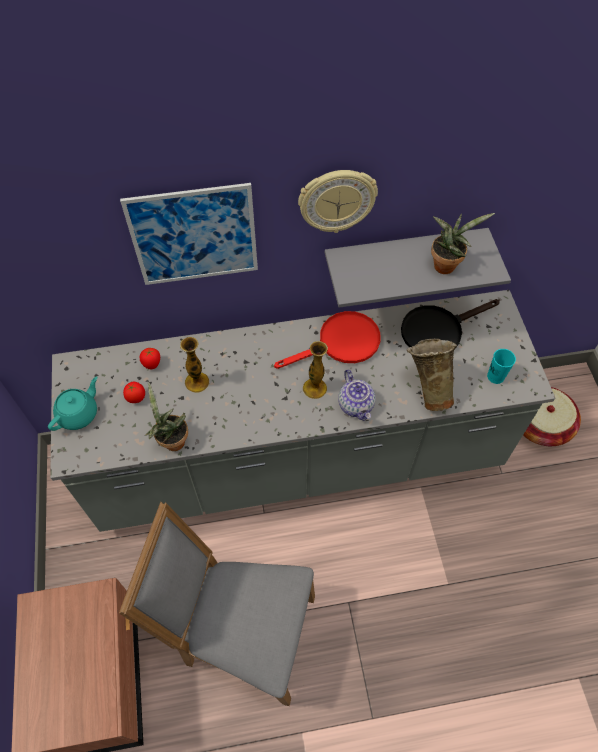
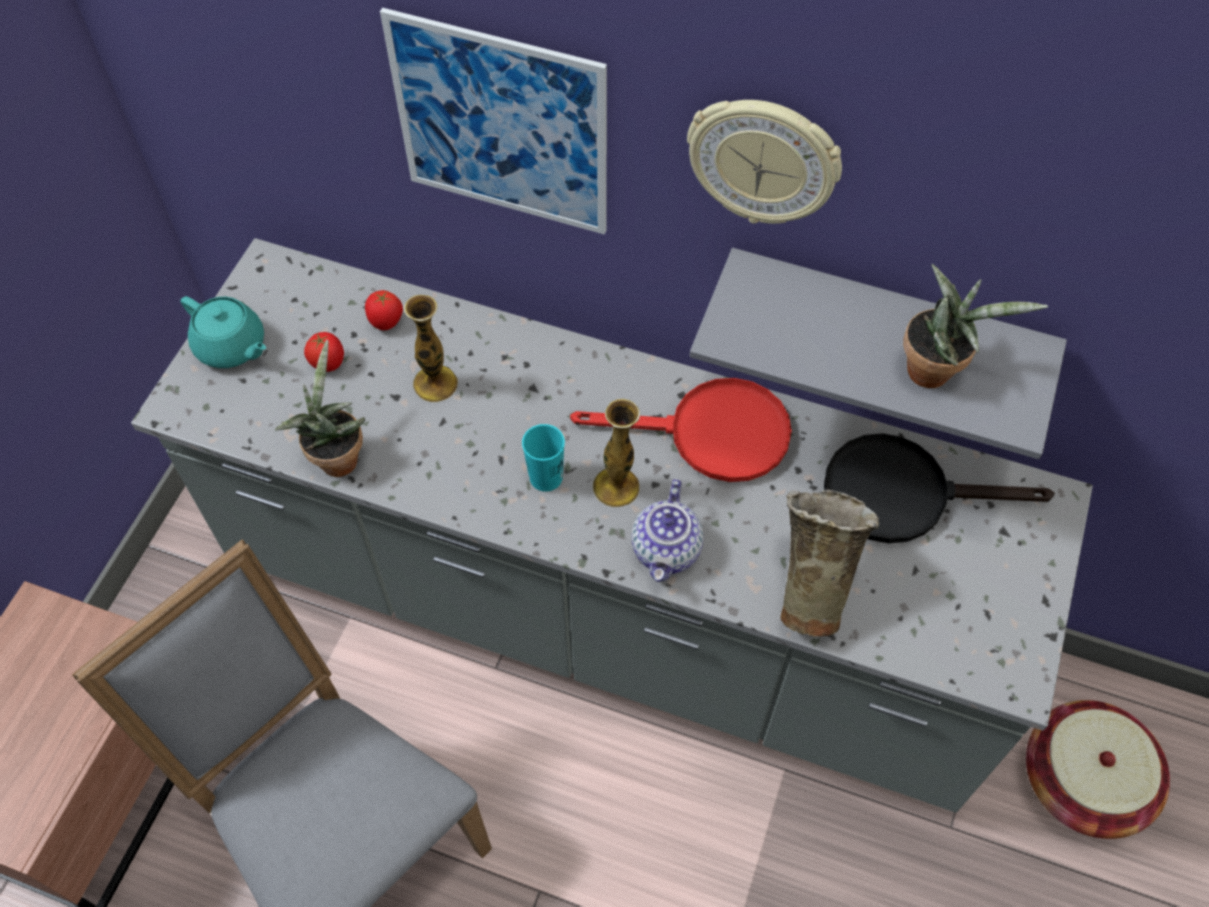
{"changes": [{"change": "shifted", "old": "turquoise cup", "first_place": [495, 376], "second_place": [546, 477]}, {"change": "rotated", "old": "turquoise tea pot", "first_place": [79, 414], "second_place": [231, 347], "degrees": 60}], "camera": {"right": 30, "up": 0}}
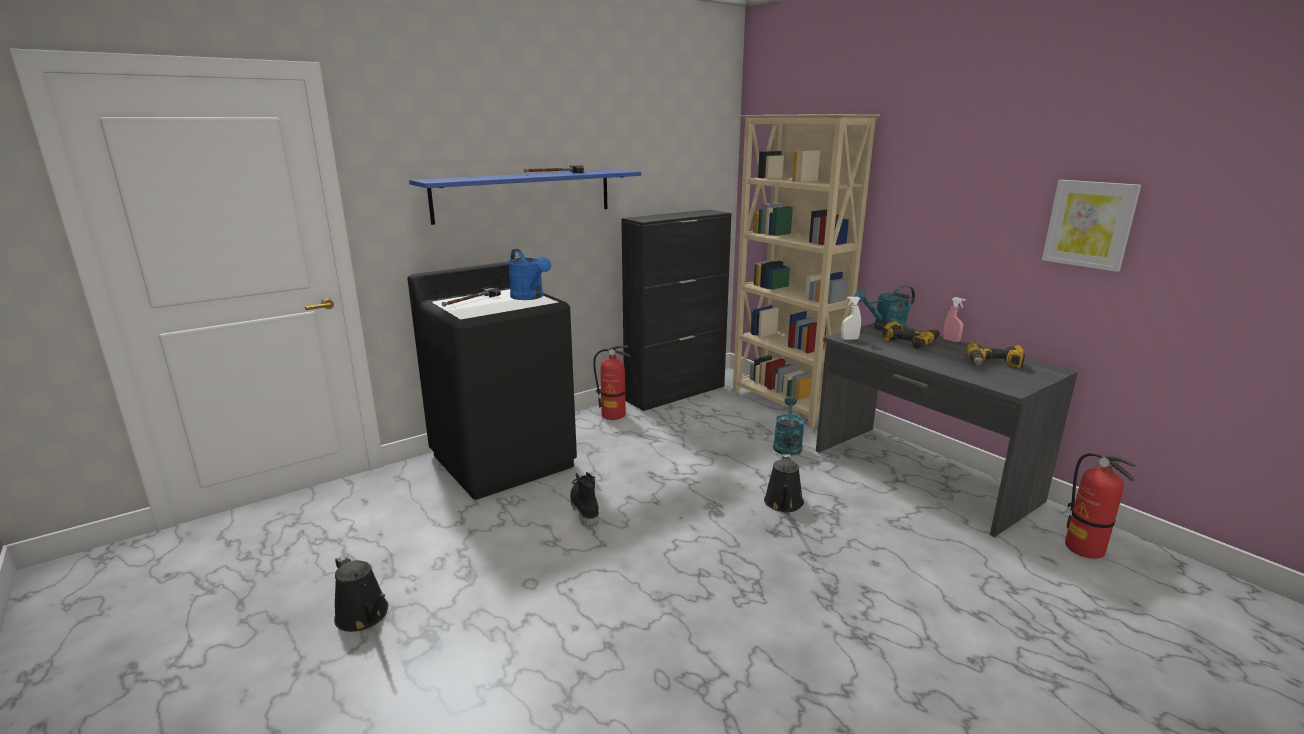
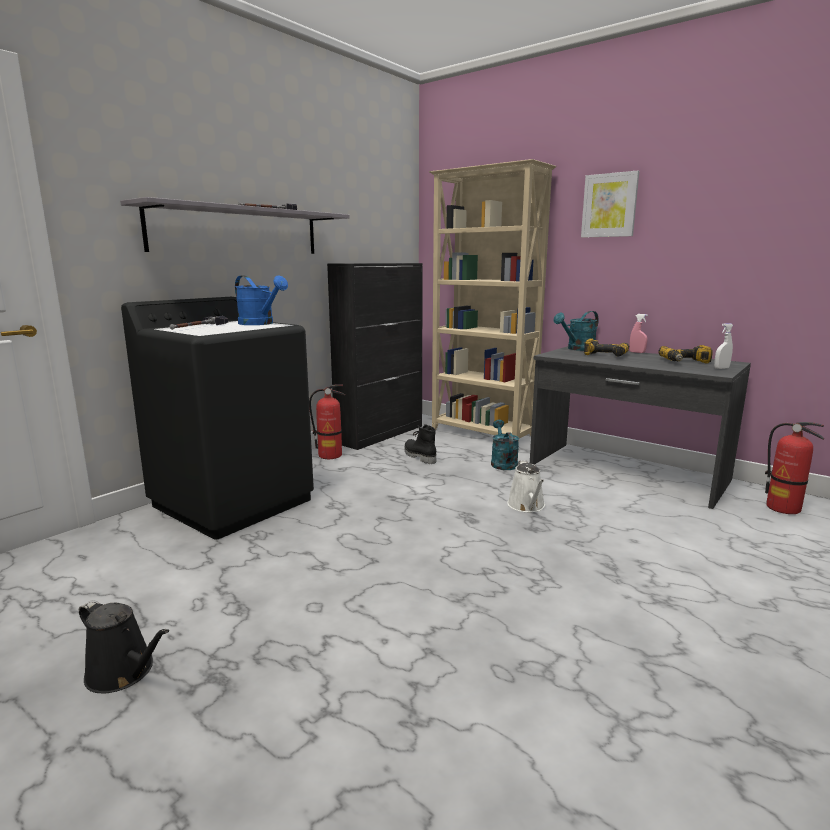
{"changes": [{"change": "repainted", "old": "blue-coloured bracket shelf", "new": "grey bracket shelf", "first_place": [524, 195], "second_place": [238, 231]}, {"change": "shifted", "old": "picture", "first_place": [1089, 224], "second_place": [609, 205]}, {"change": "shifted", "old": "white spray bottle", "first_place": [849, 339], "second_place": [721, 368]}, {"change": "repainted", "old": "black sprinkling can", "new": "white sprinkling can", "first_place": [783, 504], "second_place": [527, 506]}, {"change": "shifted", "old": "black tall boot", "first_place": [584, 509], "second_place": [419, 456]}], "camera": {"right": -15, "up": -5}}
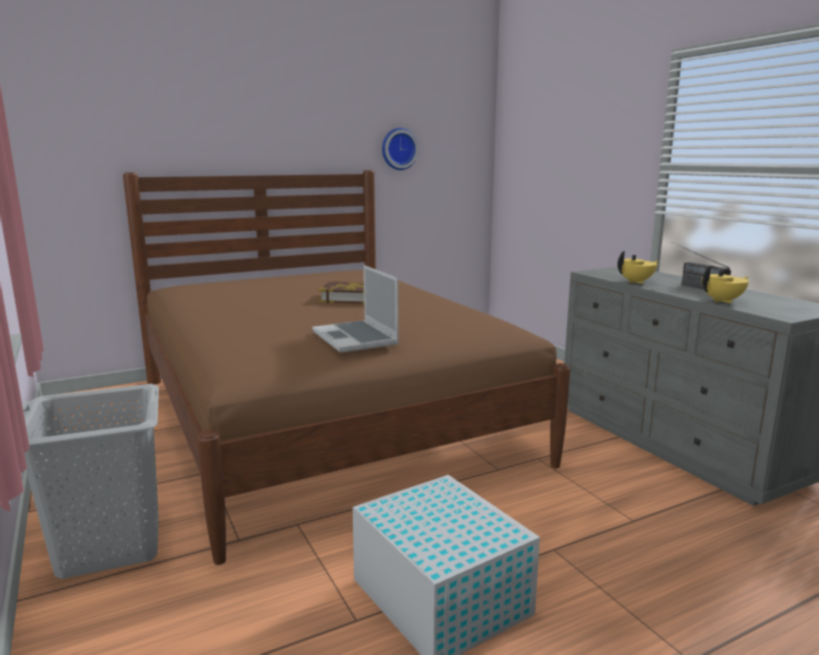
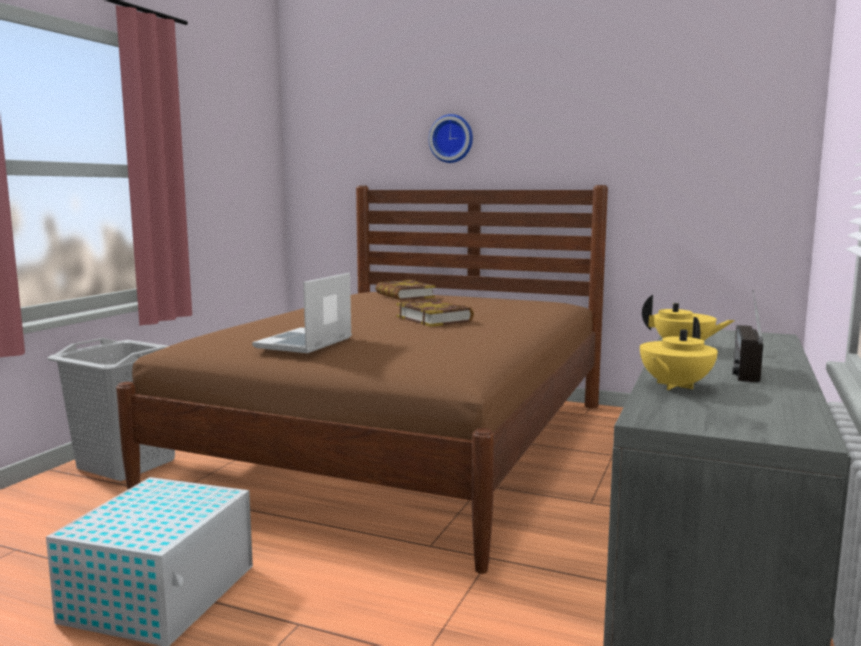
{"changes": [{"change": "shifted", "old": "clock on the wall", "first_place": [398, 149], "second_place": [452, 139]}, {"change": "rotated", "old": "yellowish tea pot", "first_place": [722, 301], "second_place": [674, 386], "degrees": 105}, {"change": "new", "new": "volume", "second_place": [404, 295]}], "camera": {"right": 50, "up": -5}}
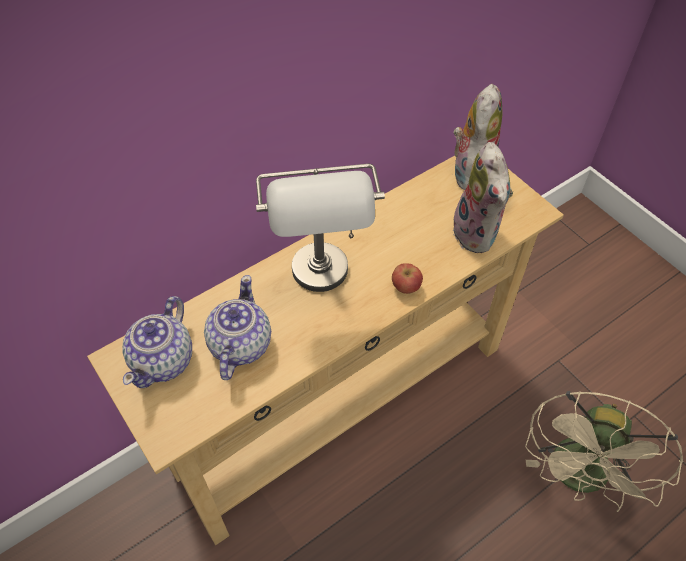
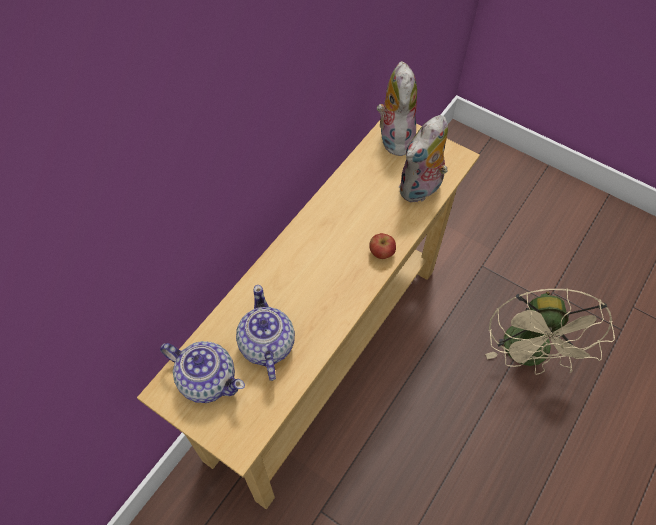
{"changes": [{"change": "rotated", "old": "soft toy", "first_place": [478, 234], "second_place": [421, 190], "degrees": 75}, {"change": "gone", "old": "grey table lamp", "first_place": [324, 285]}, {"change": "rotated", "old": "tea pot", "first_place": [164, 360], "second_place": [207, 379], "degrees": -60}], "camera": {"right": -20, "up": 5}}
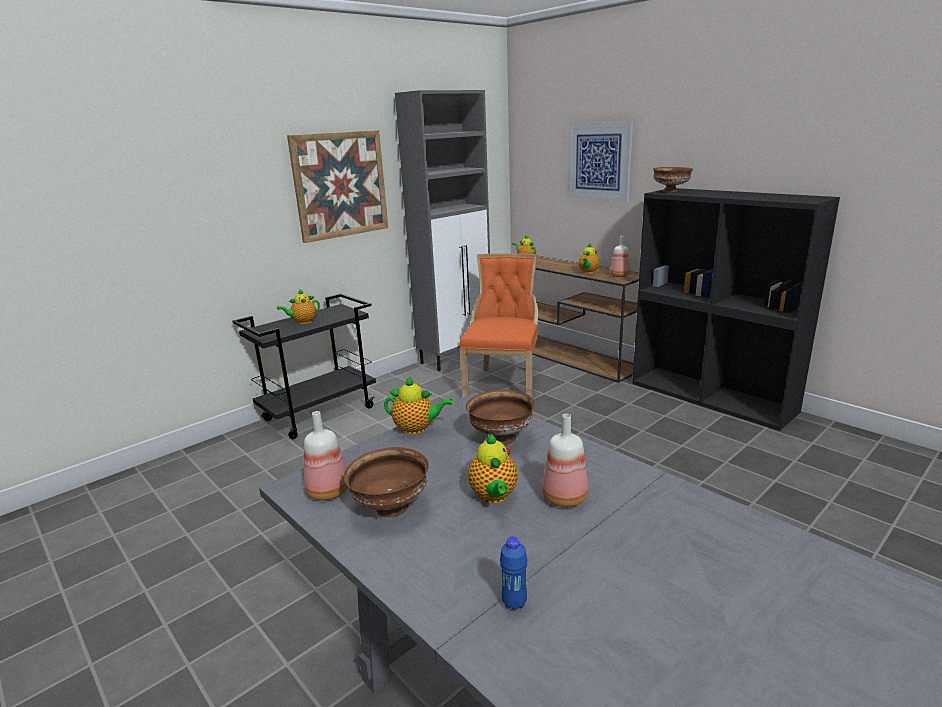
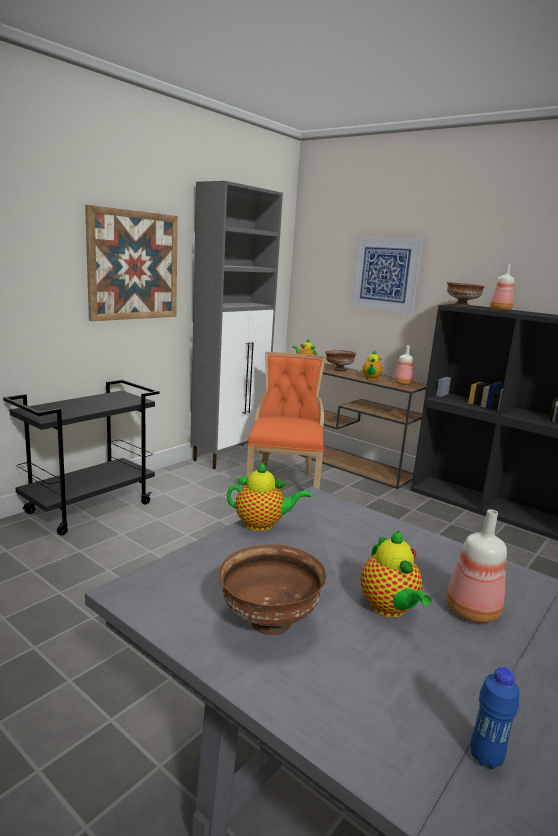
{"changes": [{"change": "gone", "old": "tea pot", "first_place": [303, 322]}, {"change": "shifted", "old": "brown deep dish", "first_place": [500, 438], "second_place": [339, 370]}, {"change": "shifted", "old": "bottle", "first_place": [327, 491], "second_place": [499, 310]}], "camera": {"right": -10, "up": -5}}
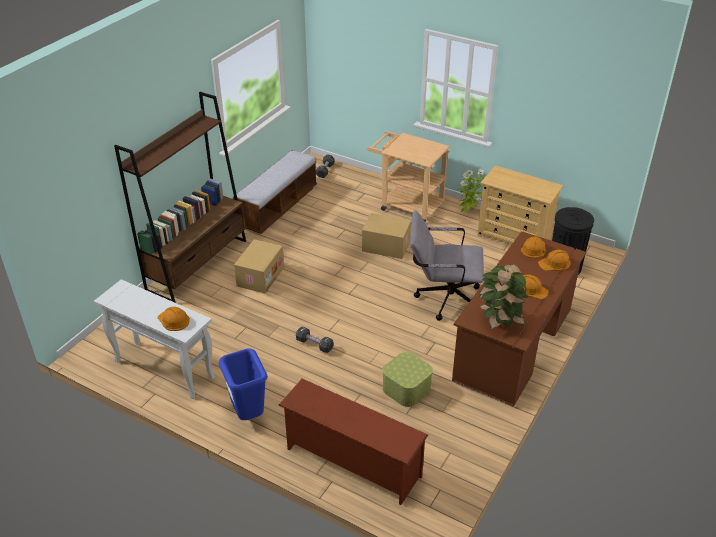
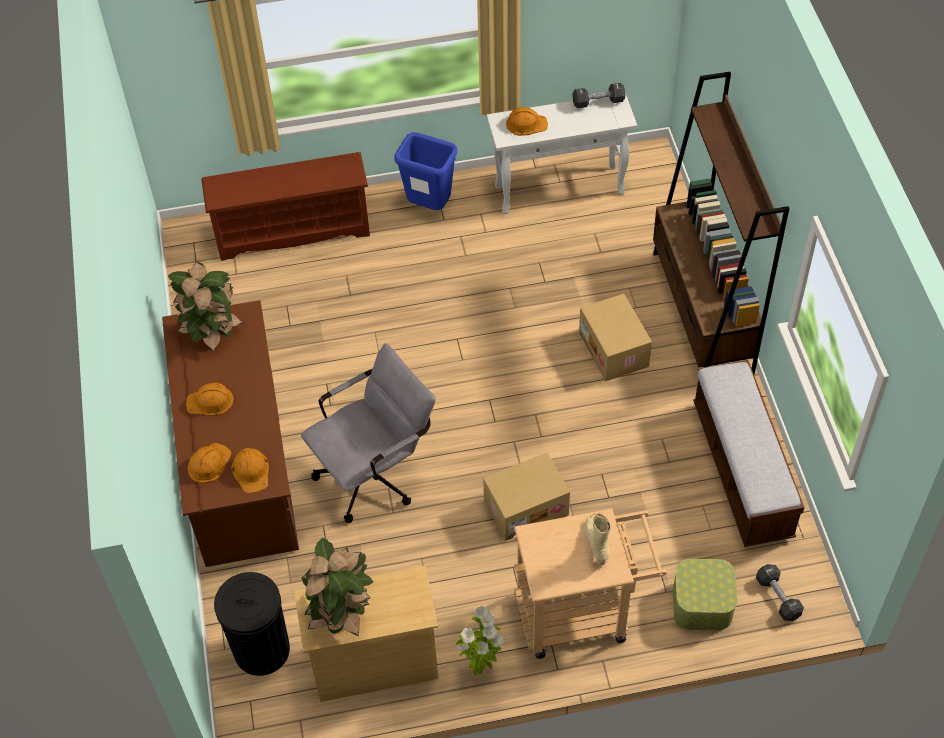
{"changes": [{"change": "shifted", "old": "black free weight", "first_place": [314, 344], "second_place": [598, 102]}, {"change": "shifted", "old": "storage box", "first_place": [406, 388], "second_place": [702, 603]}, {"change": "new", "new": "beige-coloured tall boot", "second_place": [596, 544]}, {"change": "new", "new": "plant in a pot", "second_place": [341, 613]}], "camera": {"right": 140, "up": 15}}
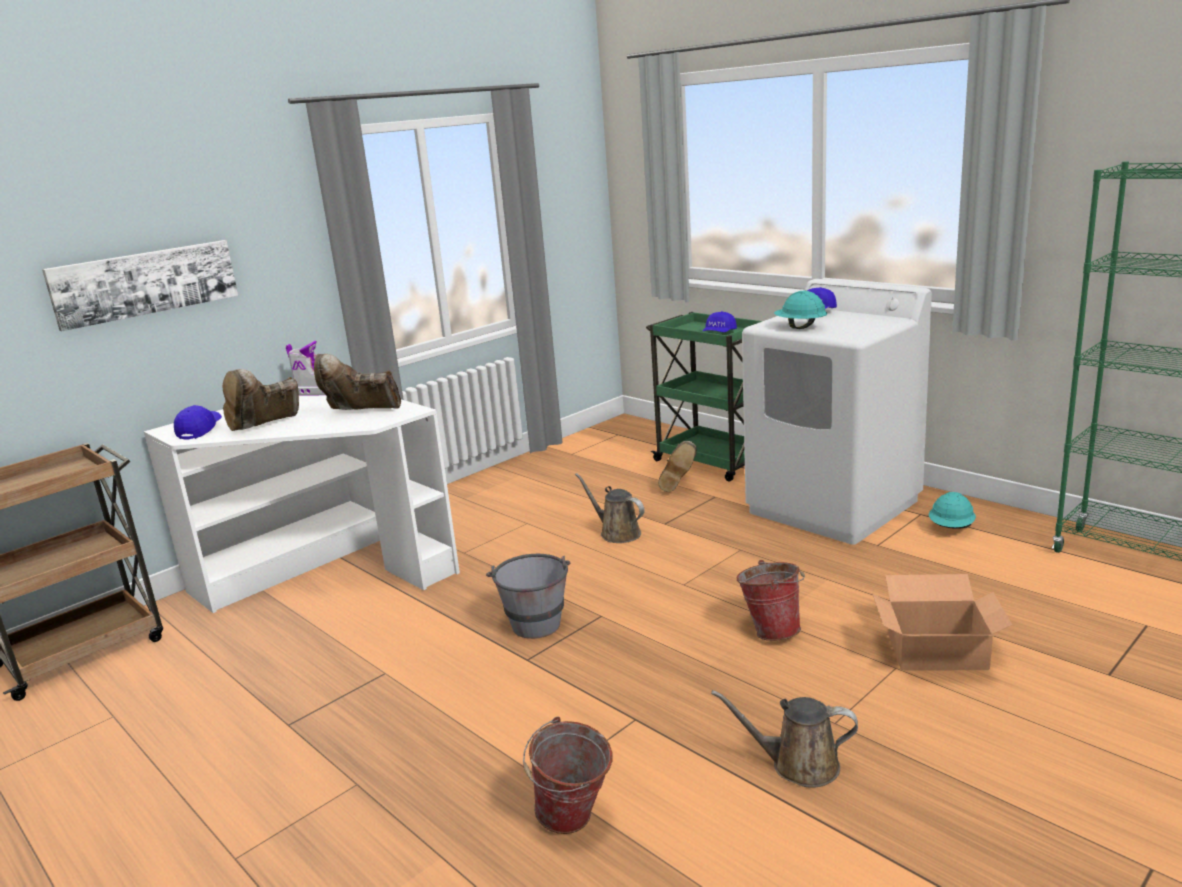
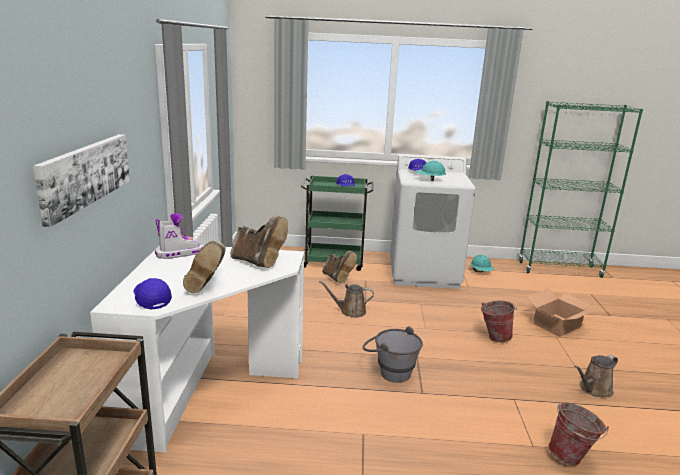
{"changes": [{"change": "rotated", "old": "brown tall boot", "first_place": [361, 413], "second_place": [258, 262], "degrees": -105}], "camera": {"right": -45, "up": 0}}
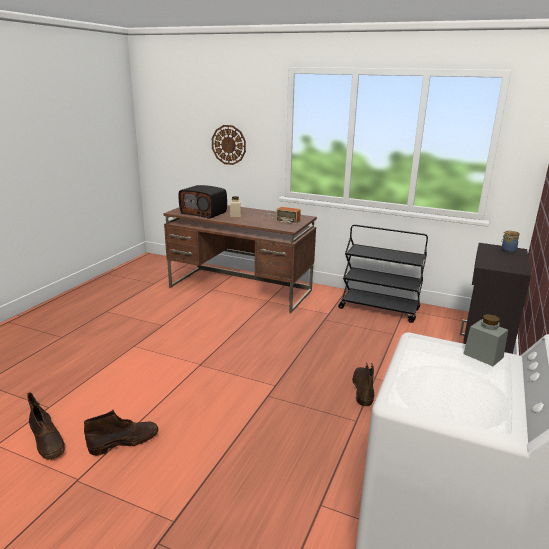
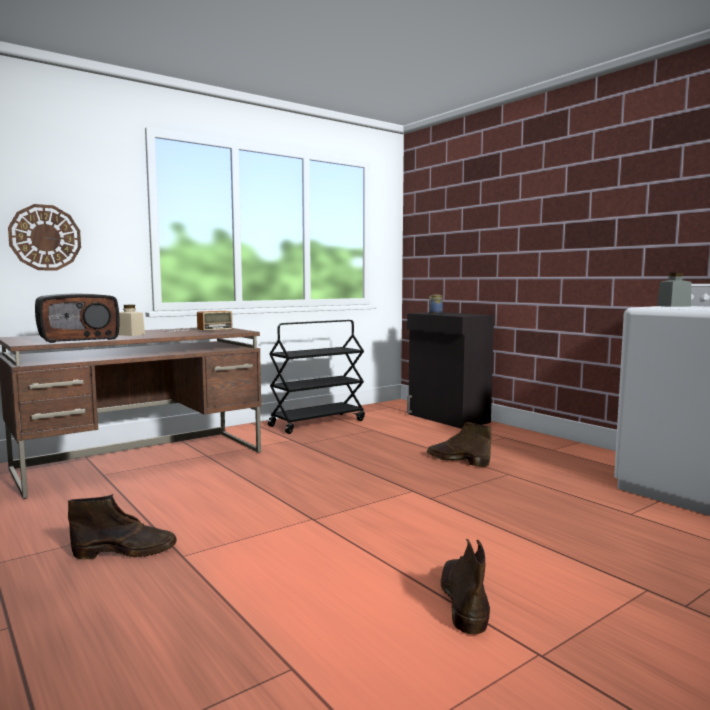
{"changes": [{"change": "shifted", "old": "brown tall boot", "first_place": [47, 441], "second_place": [126, 551]}], "camera": {"right": -60, "up": -15}}
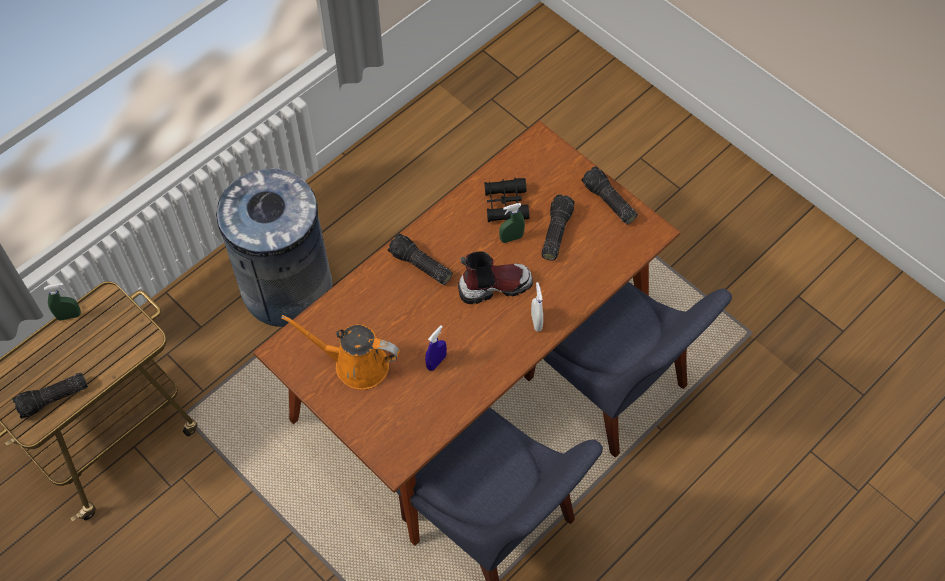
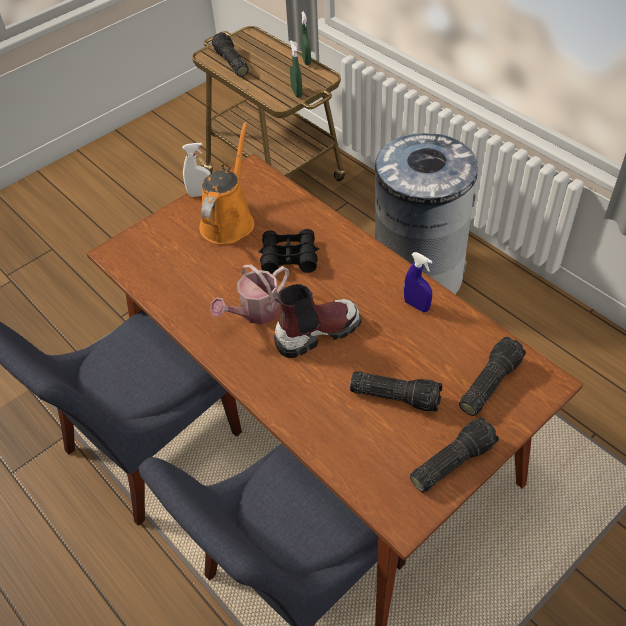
{"changes": [{"change": "shifted", "old": "black field glasses", "first_place": [506, 204], "second_place": [289, 257]}, {"change": "shifted", "old": "green-coloured spray bottle", "first_place": [511, 238], "second_place": [296, 92]}, {"change": "shifted", "old": "flashlight", "first_place": [419, 266], "second_place": [488, 383]}, {"change": "rotated", "old": "tall boot", "first_place": [494, 286], "second_place": [317, 332], "degrees": -105}, {"change": "shifted", "old": "white spray bottle", "first_place": [536, 322], "second_place": [201, 194]}, {"change": "shifted", "old": "blue-coloured spray bottle", "first_place": [436, 362], "second_place": [416, 305]}, {"change": "new", "new": "sprinkling can", "second_place": [255, 312]}], "camera": {"right": 95, "up": -10}}
